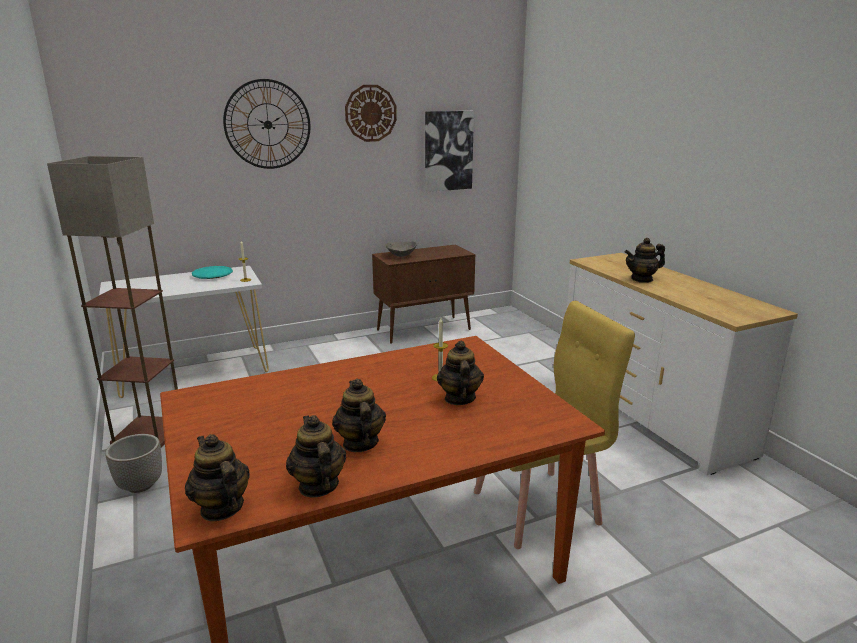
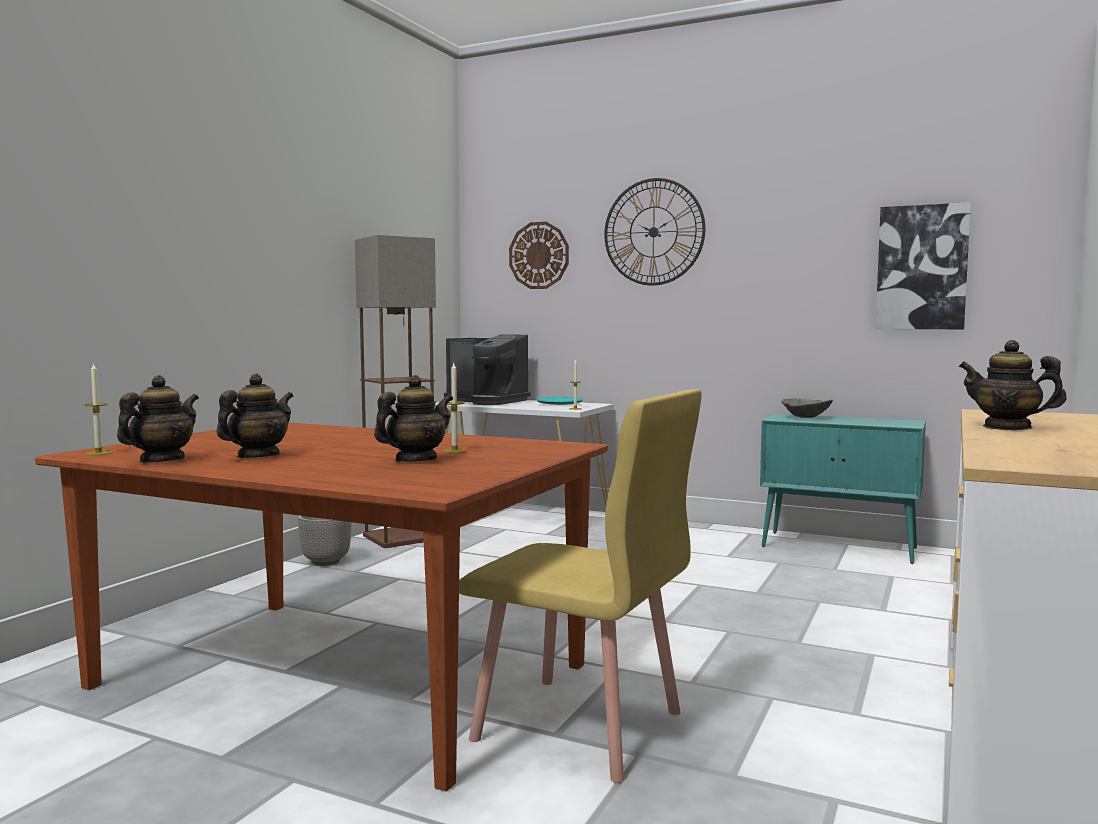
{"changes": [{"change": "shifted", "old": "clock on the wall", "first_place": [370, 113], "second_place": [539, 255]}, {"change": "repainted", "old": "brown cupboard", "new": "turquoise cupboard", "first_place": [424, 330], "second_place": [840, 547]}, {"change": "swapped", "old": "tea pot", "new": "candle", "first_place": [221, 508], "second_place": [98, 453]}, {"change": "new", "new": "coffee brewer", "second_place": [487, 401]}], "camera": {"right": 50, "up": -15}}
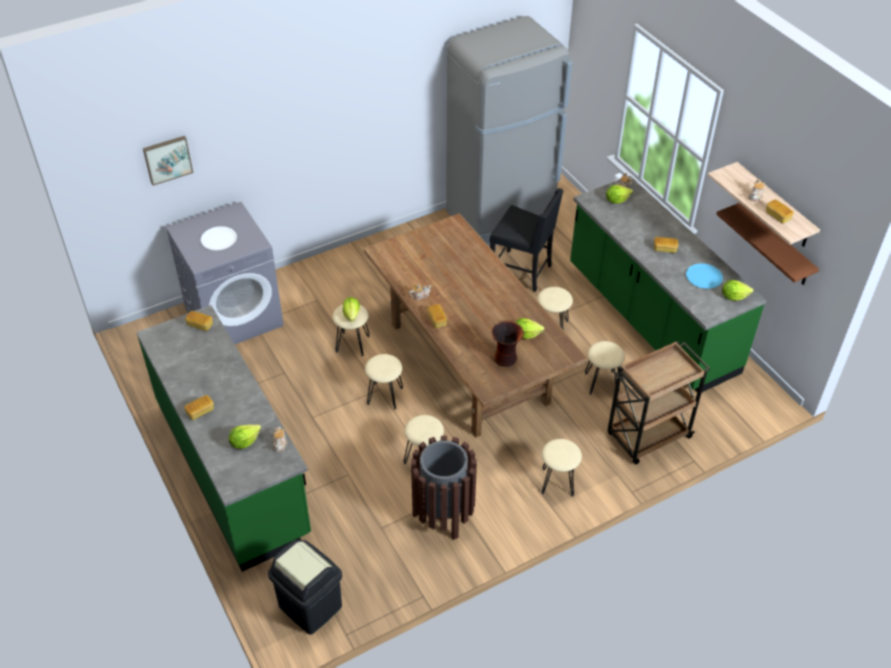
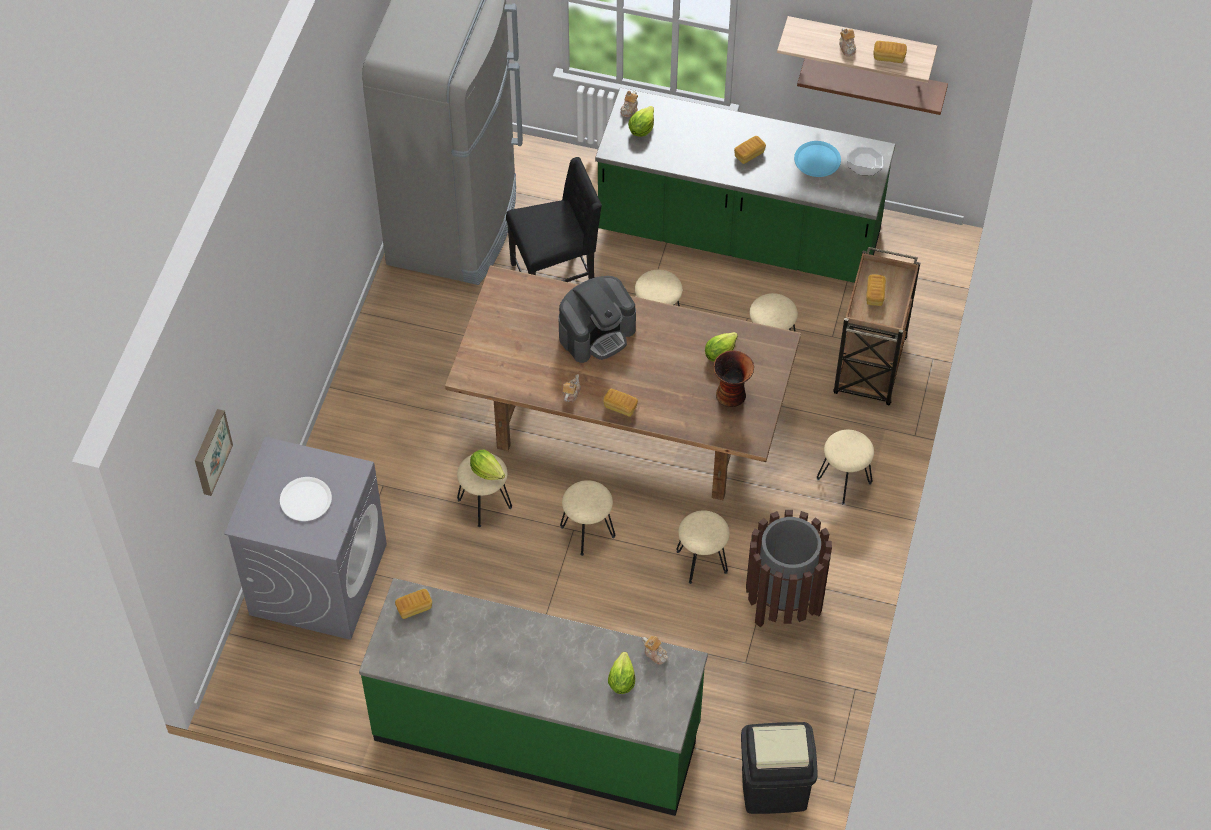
{"changes": [{"change": "swapped", "old": "lettuce head", "new": "dinner plate", "first_place": [733, 296], "second_place": [865, 162]}, {"change": "shifted", "old": "bread", "first_place": [200, 411], "second_place": [875, 295]}, {"change": "new", "new": "coffee brewer", "second_place": [597, 333]}], "camera": {"right": -45, "up": 10}}
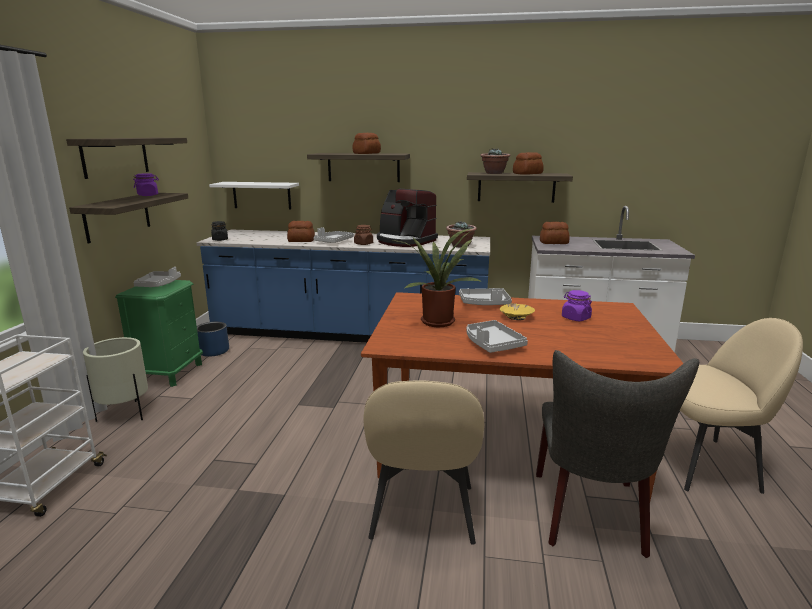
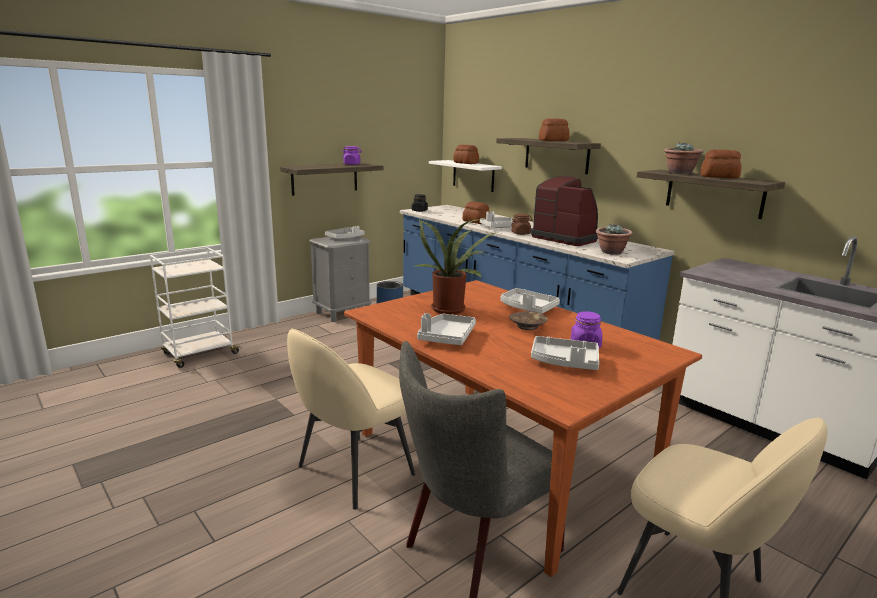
{"changes": [{"change": "gone", "old": "bracket shelf", "first_place": [115, 156]}, {"change": "rotated", "old": "coffee brewer", "first_place": [405, 241], "second_place": [566, 238], "degrees": 150}, {"change": "shifted", "old": "bread", "first_place": [553, 242], "second_place": [466, 163]}, {"change": "repainted", "old": "green-coloured bedside table", "new": "grey bedside table", "first_place": [170, 373], "second_place": [343, 313]}, {"change": "repainted", "old": "yellowish deep dish", "new": "brown deep dish", "first_place": [517, 317], "second_place": [528, 326]}, {"change": "gone", "old": "beige-coloured planter", "first_place": [125, 413]}, {"change": "new", "new": "grey tray", "second_place": [564, 362]}], "camera": {"right": 40, "up": 0}}
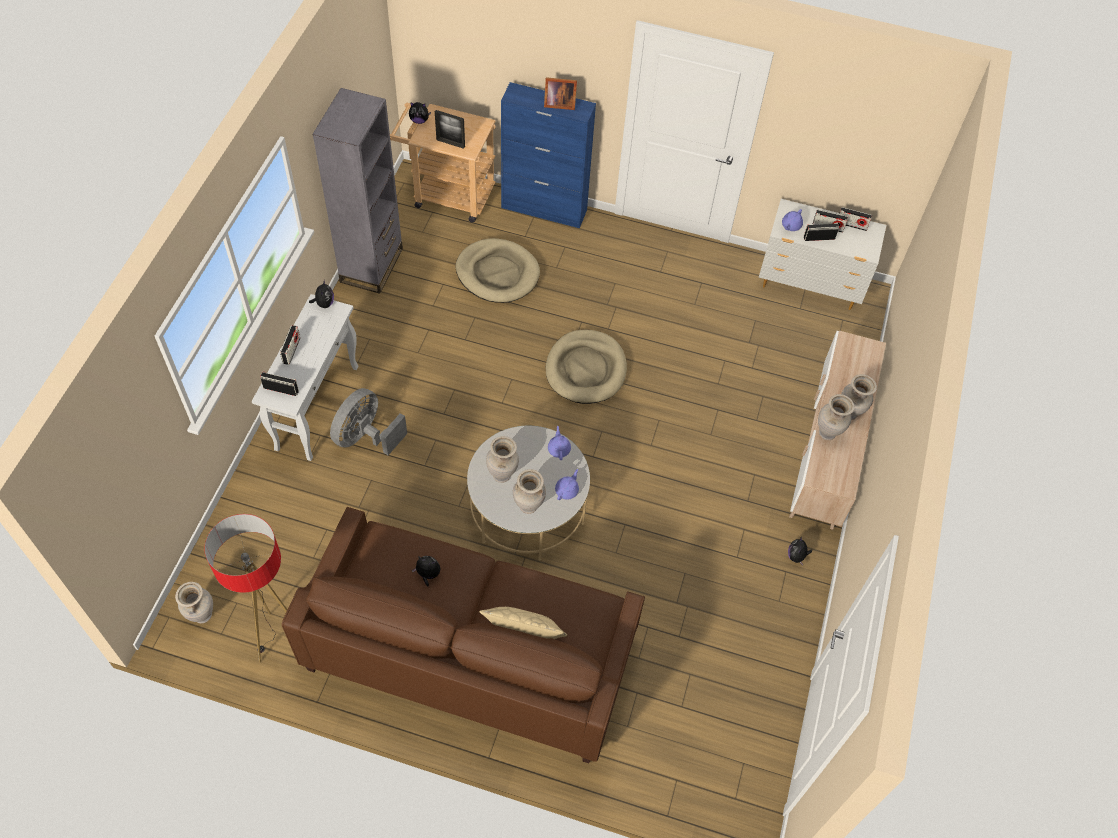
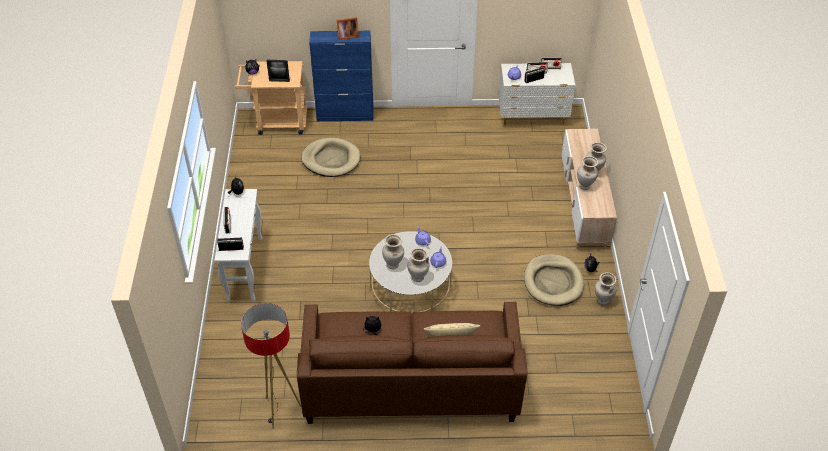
{"changes": [{"change": "gone", "old": "grey bookcase", "first_place": [372, 265]}, {"change": "shifted", "old": "beige-coloured dog cushion", "first_place": [586, 369], "second_place": [553, 282]}, {"change": "gone", "old": "grey cooling fan", "first_place": [365, 437]}, {"change": "shifted", "old": "beige-coloured decorative vase", "first_place": [202, 615], "second_place": [602, 301]}], "camera": {"right": -15, "up": -10}}
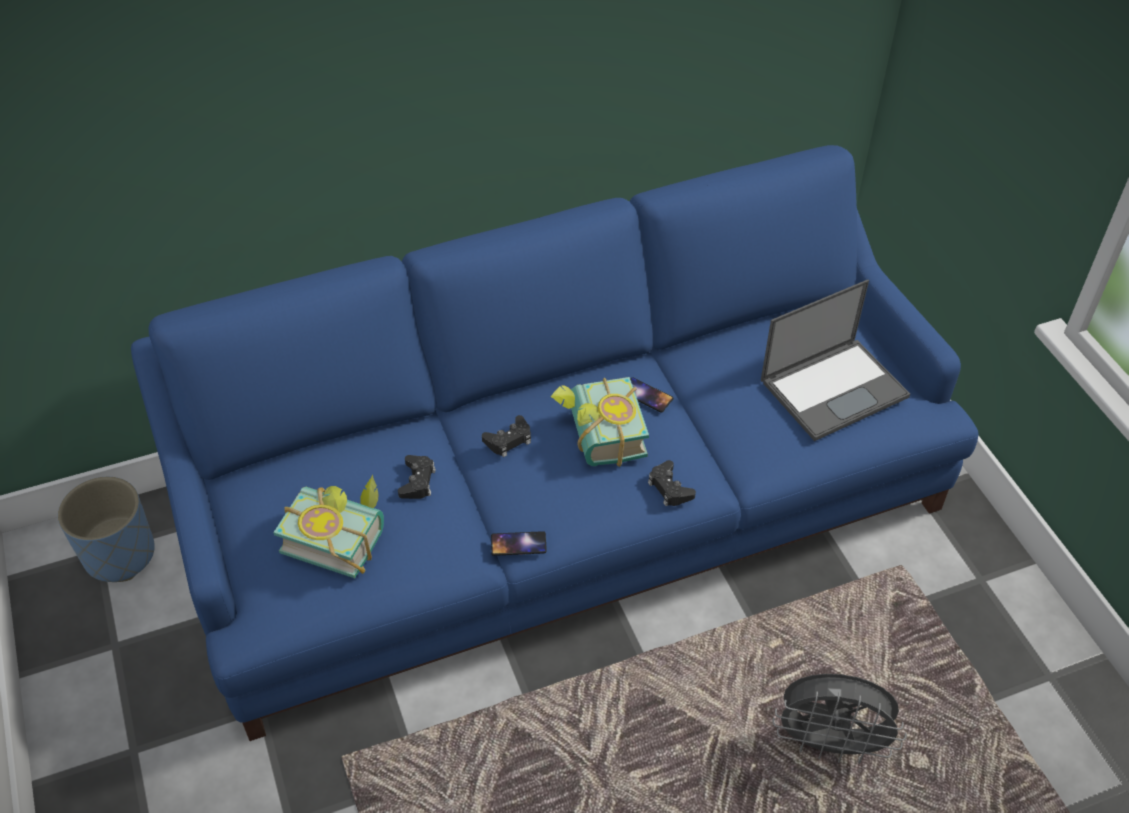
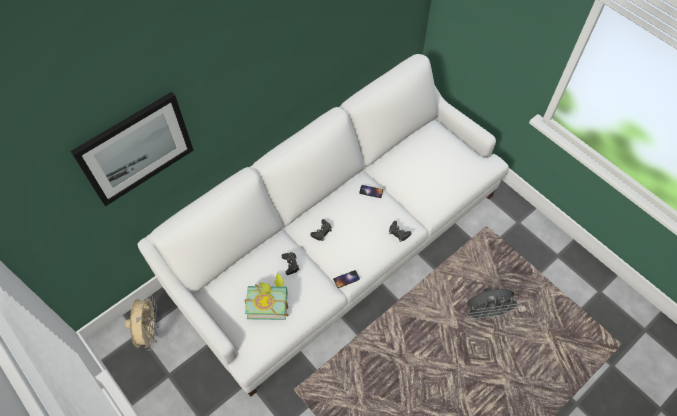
{"changes": [{"change": "repainted", "old": "blue-coloured sofa", "new": "white sofa", "first_place": [564, 503], "second_place": [338, 242]}, {"change": "gone", "old": "portable computer", "first_place": [835, 387]}, {"change": "gone", "old": "volume", "first_place": [597, 437]}, {"change": "swapped", "old": "blue-coloured planter", "new": "beige-coloured cooling fan", "first_place": [119, 554], "second_place": [149, 332]}, {"change": "new", "new": "picture", "second_place": [136, 148]}], "camera": {"right": -20, "up": 10}}
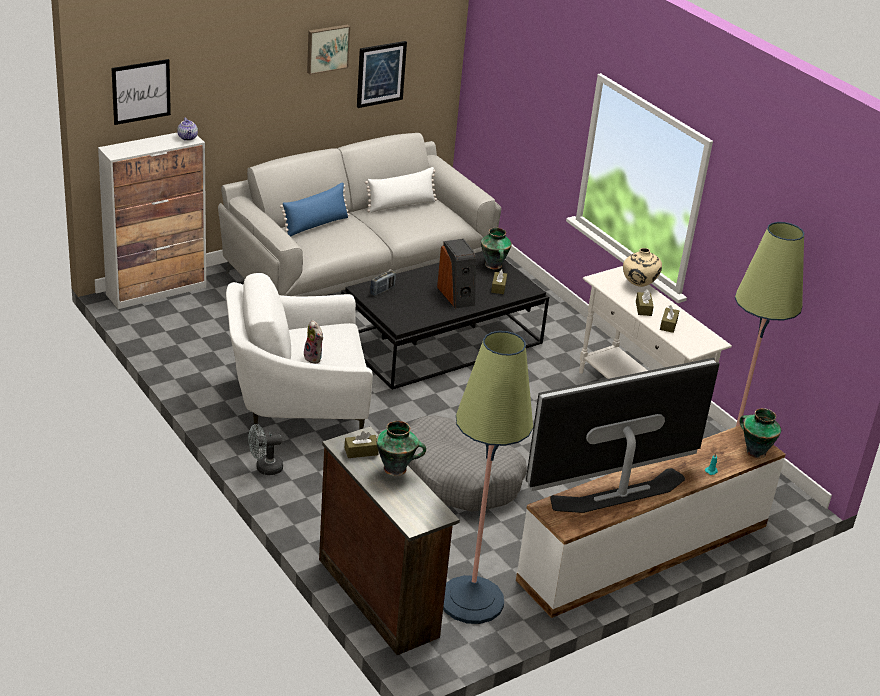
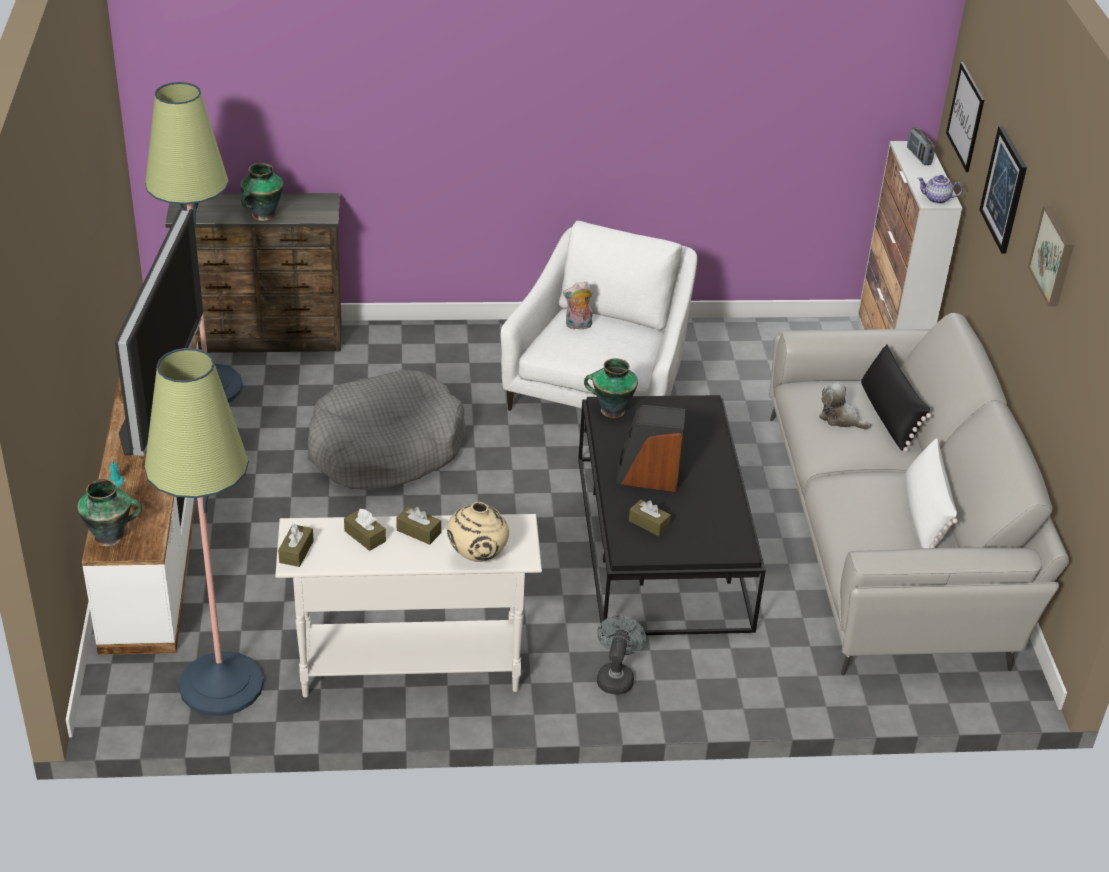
{"changes": [{"change": "shifted", "old": "picture", "first_place": [380, 74], "second_place": [1004, 189]}, {"change": "repainted", "old": "blue-coloured cushion", "new": "black cushion", "first_place": [316, 225], "second_place": [888, 416]}, {"change": "shifted", "old": "decorative vase", "first_place": [493, 265], "second_place": [611, 410]}, {"change": "shifted", "old": "radio set", "first_place": [382, 290], "second_place": [918, 156]}, {"change": "shifted", "old": "grey cooling fan", "first_place": [264, 468], "second_place": [616, 676]}, {"change": "shifted", "old": "brown tissue box", "first_place": [361, 451], "second_place": [296, 552]}, {"change": "new", "new": "soft toy", "second_place": [840, 419]}], "camera": {"right": 120, "up": 5}}
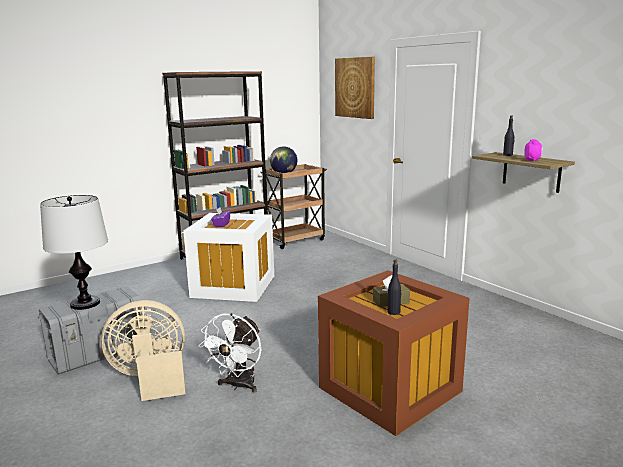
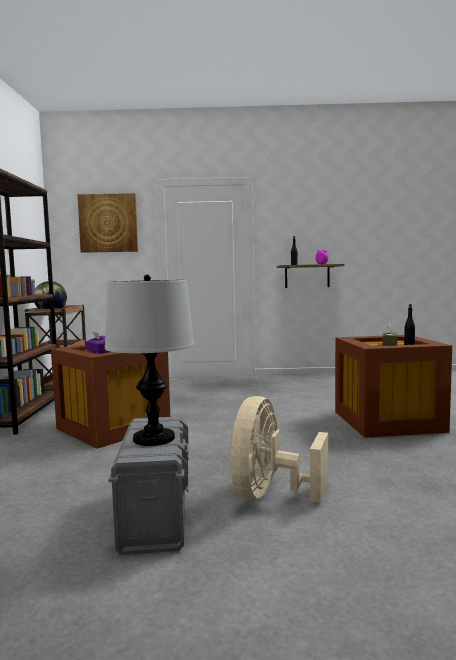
{"changes": [{"change": "repainted", "old": "white storage box", "new": "brown storage box", "first_place": [235, 286], "second_place": [113, 427]}, {"change": "gone", "old": "white cooling fan", "first_place": [238, 386]}], "camera": {"right": -55, "up": -10}}
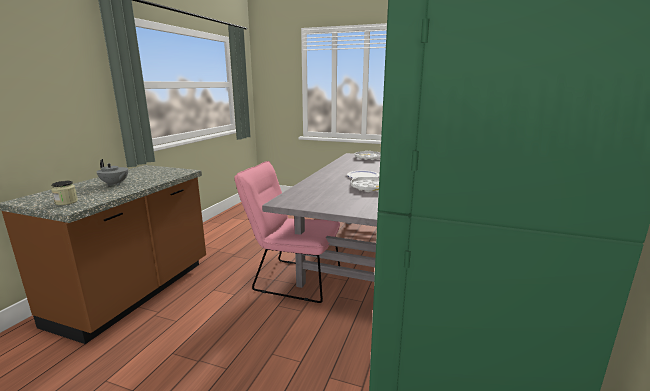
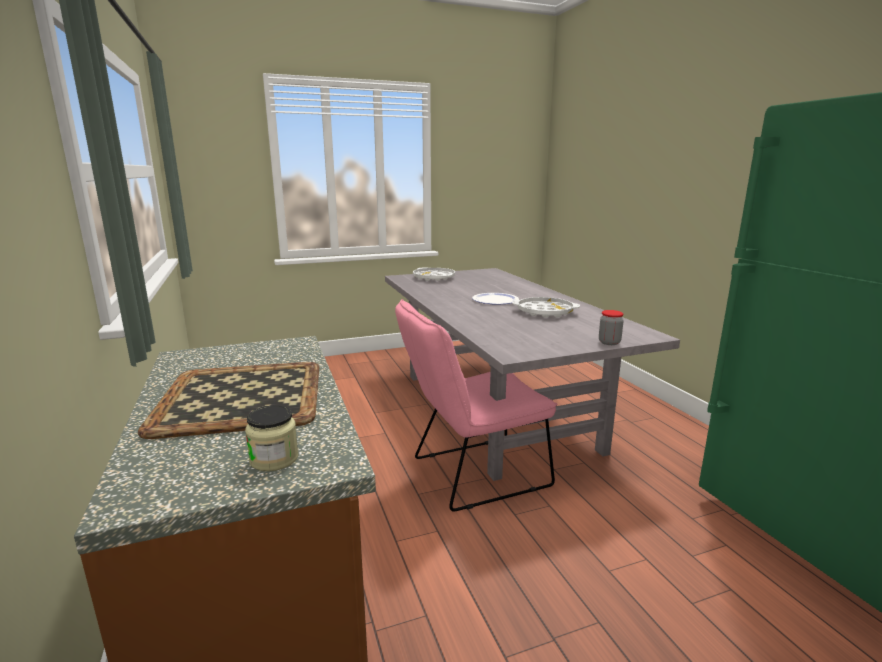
{"changes": [{"change": "swapped", "old": "grey tea pot", "new": "tray", "first_place": [115, 184], "second_place": [243, 398]}, {"change": "new", "new": "storage jar", "second_place": [609, 342]}], "camera": {"right": -40, "up": 0}}
